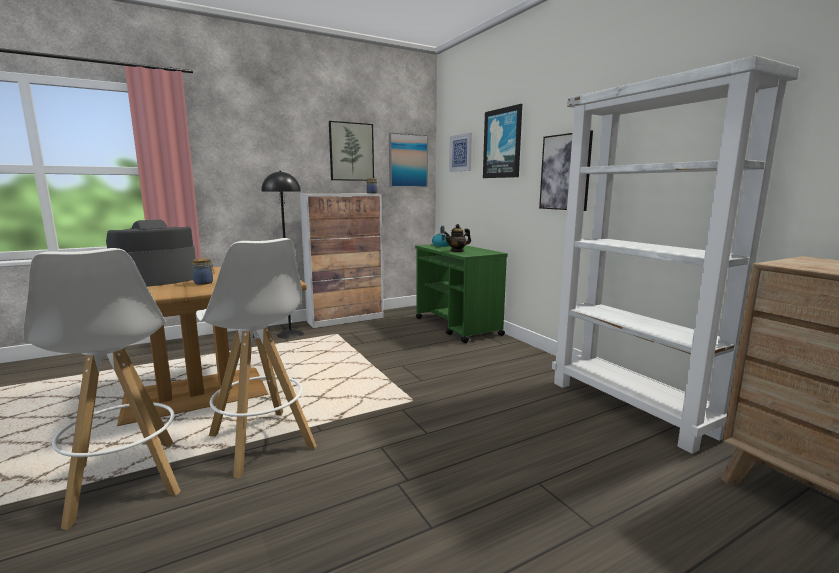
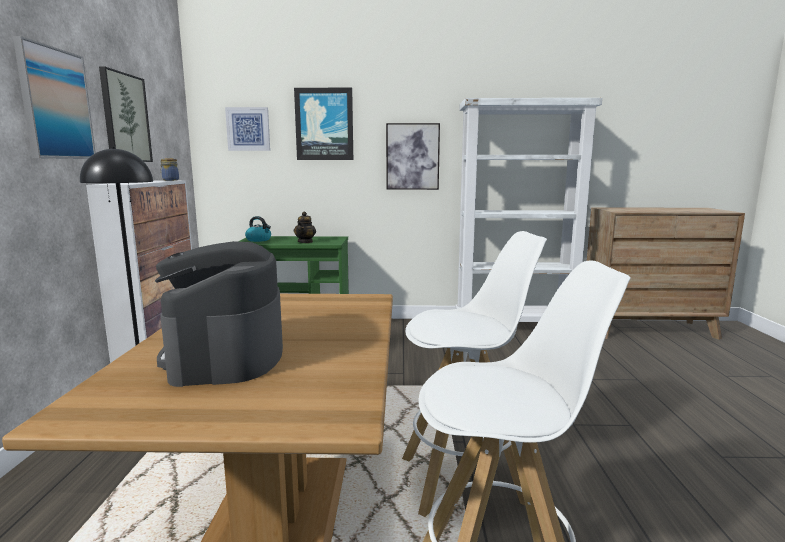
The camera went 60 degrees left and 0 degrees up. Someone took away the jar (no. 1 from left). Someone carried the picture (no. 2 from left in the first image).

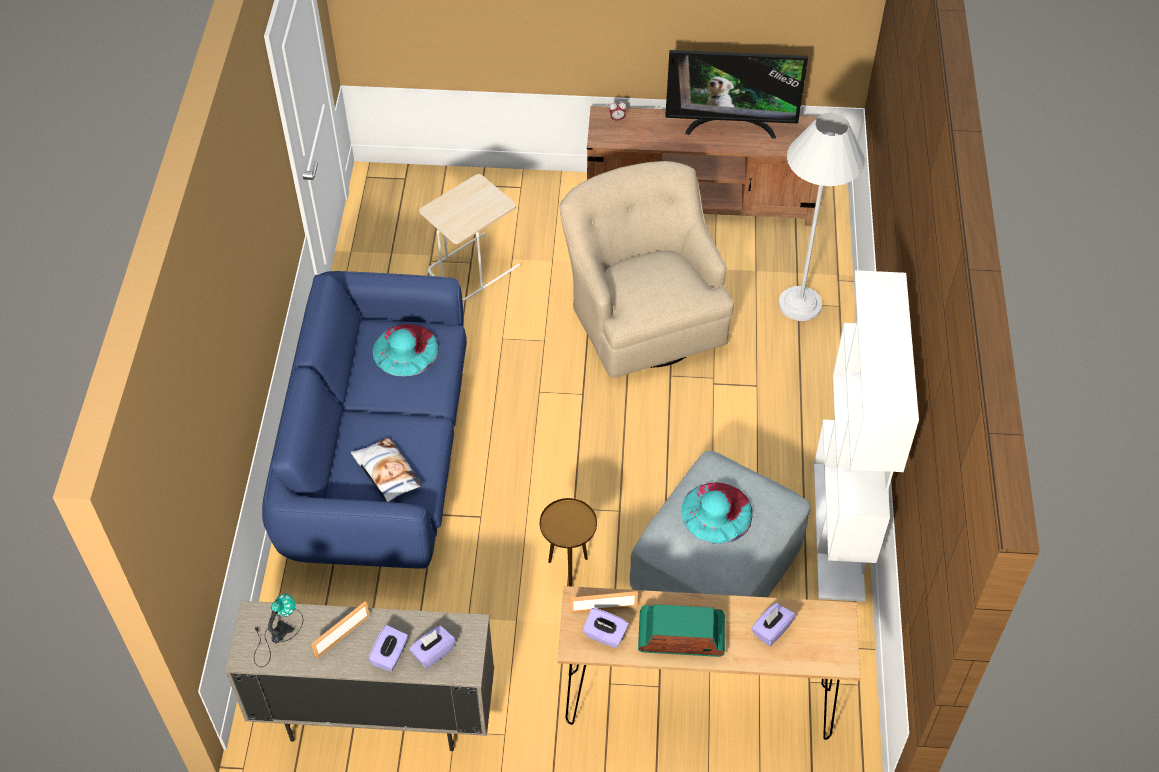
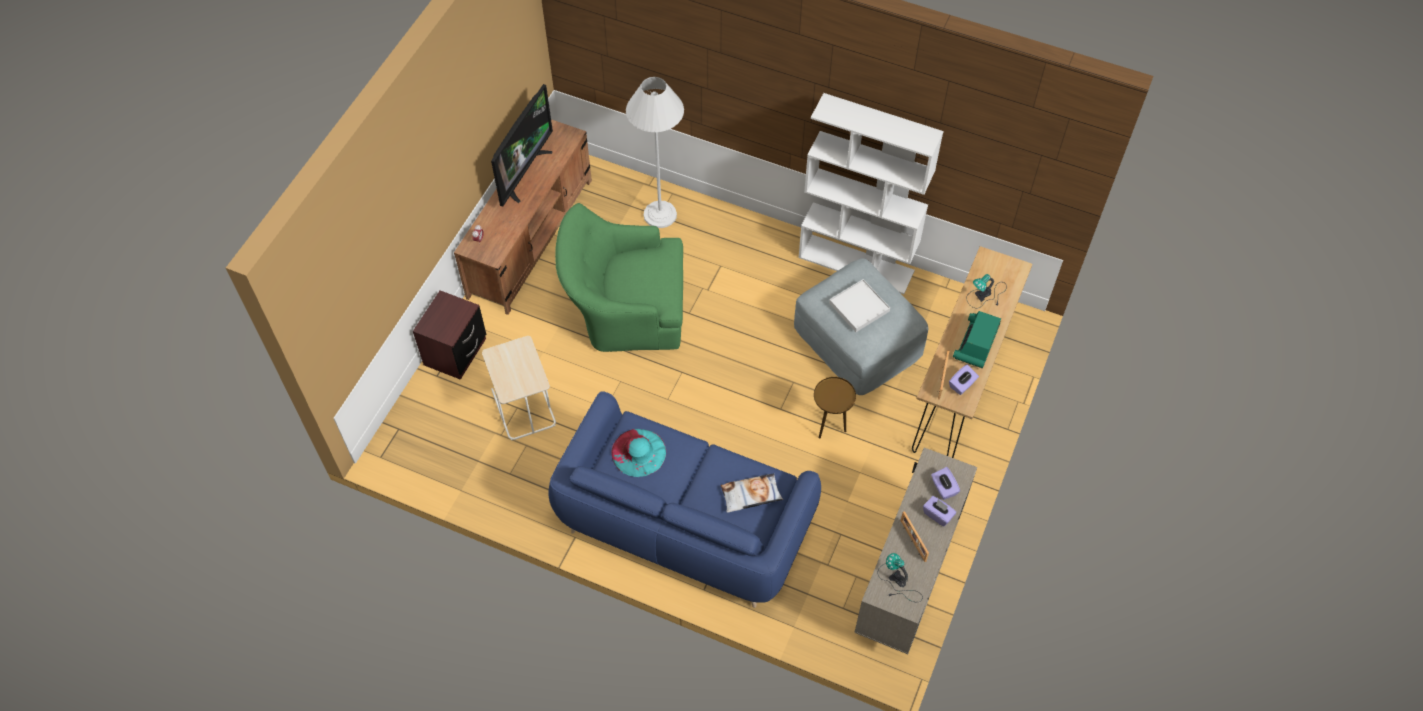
The camera went 70 degrees left and 5 degrees up. Someone repainted the armchair (beige), which became the armchair (green). Someone swapped the hat (turquoise) (no. 2 from left) for the tray (white). Someone swapped the tissue box (purple) (no. 4 from left) for the table lamp (no. 2 from left). Someone put down the nightstand (brown).

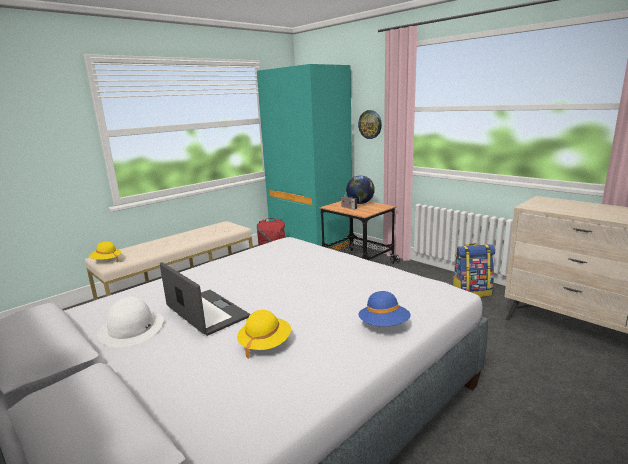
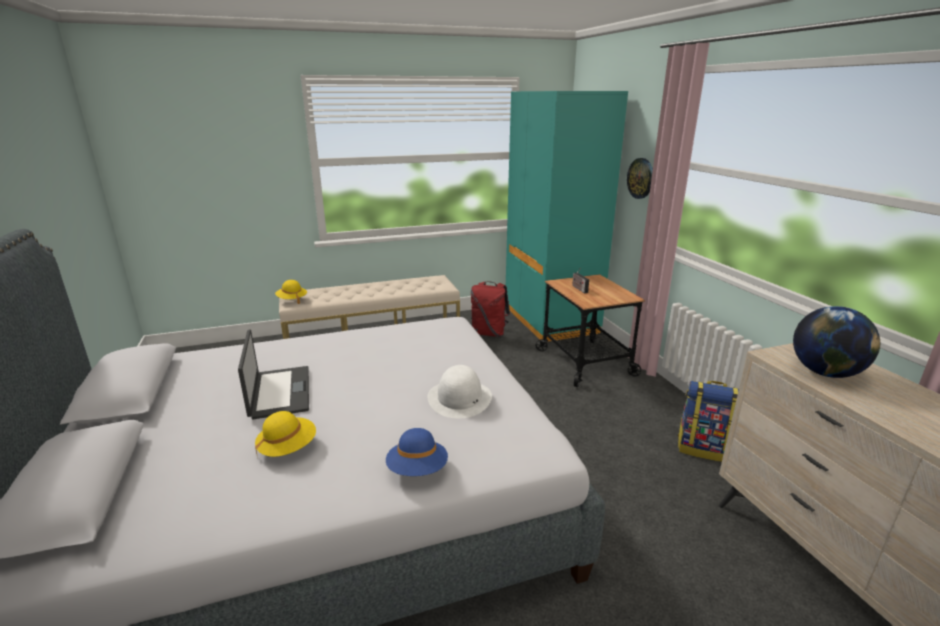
The camera went 25 degrees right and 5 degrees up. Someone carried the hat (white). Someone carried the globe.

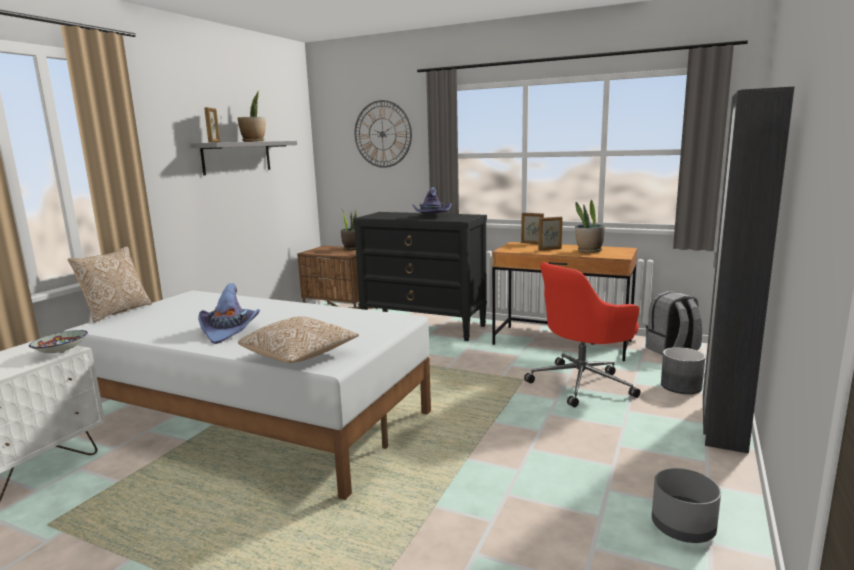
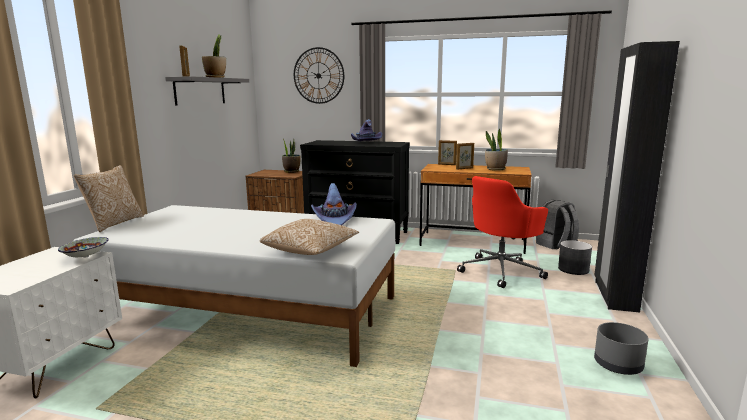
The camera went 10 degrees left and 0 degrees up. Someone carried the hat (purple) (no. 1 from left).

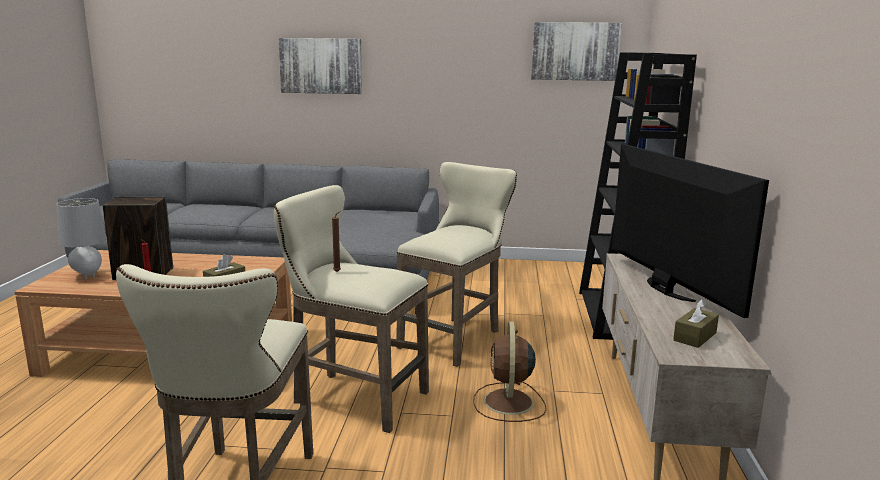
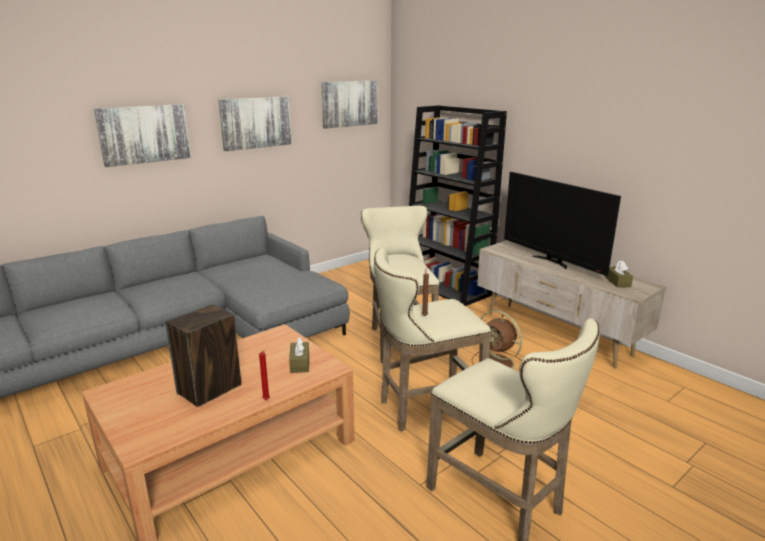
The camera went 45 degrees left and 5 degrees up. Someone took away the table lamp (grey). Someone rotated the television by 150 degrees counterclockwise. Someone put up the picture (no. 2 from left).

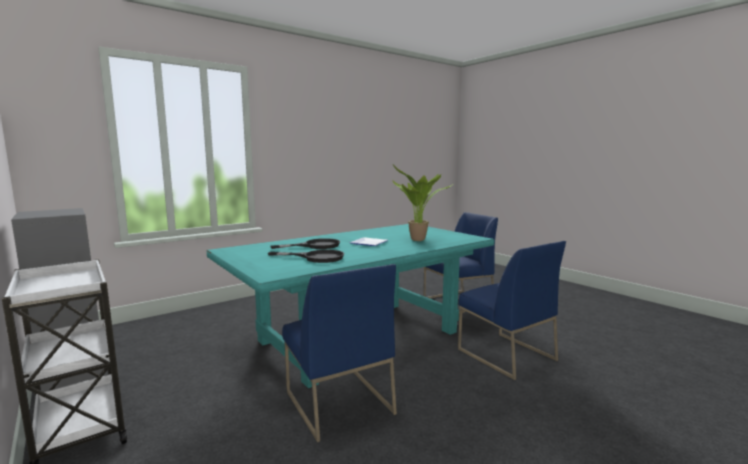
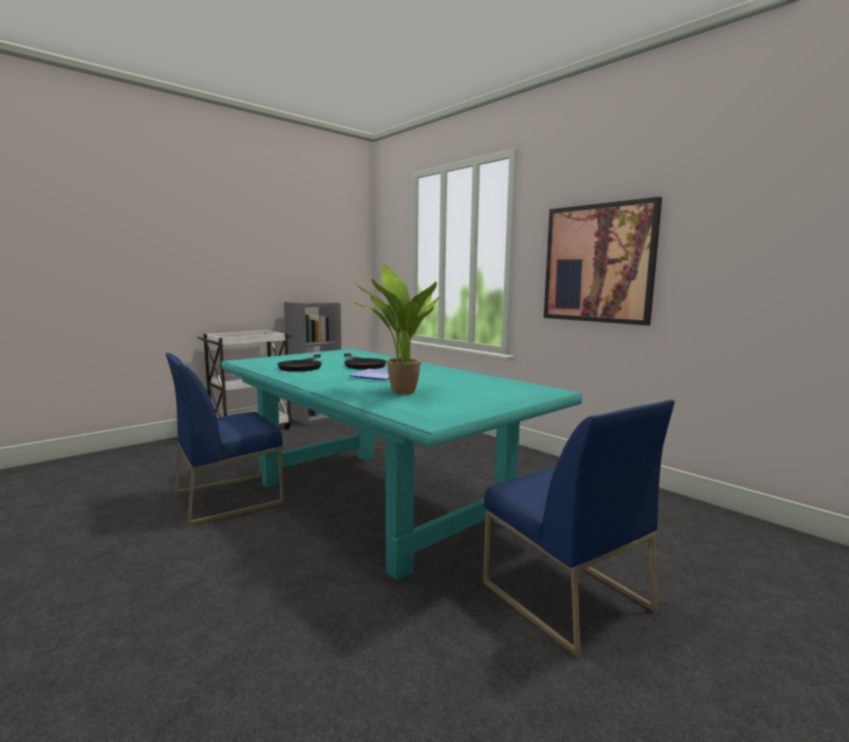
The camera went 85 degrees right and 0 degrees up. Someone took away the chair (blue) (no. 3 from left). Someone put up the picture.

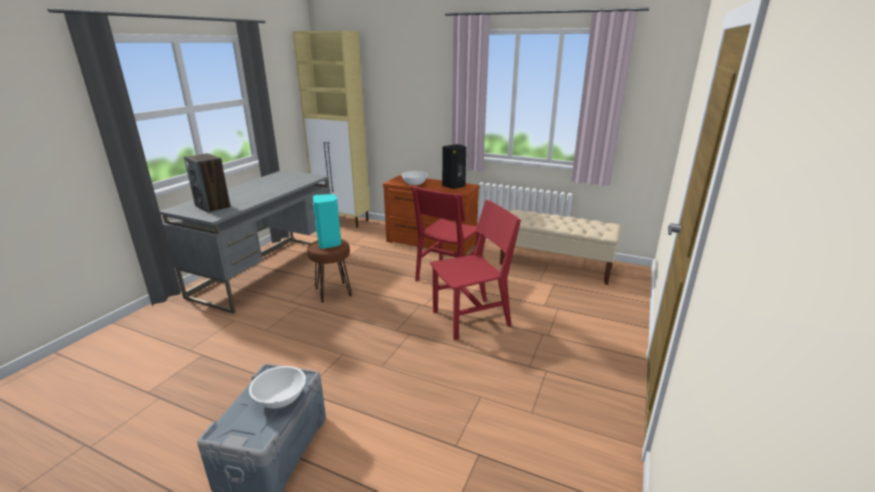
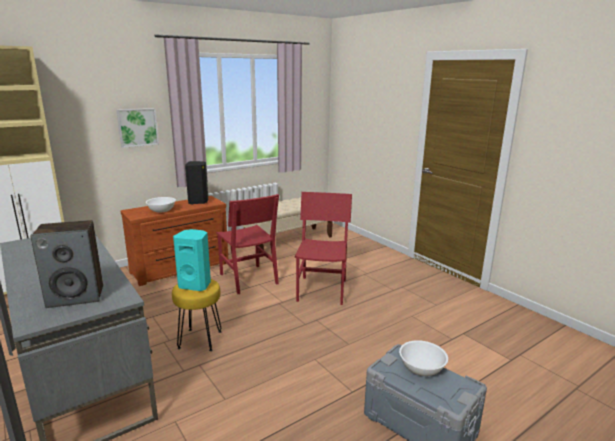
The camera went 60 degrees left and 5 degrees down. Someone repainted the stool (brown), which became the stool (yellow). Someone put up the picture.

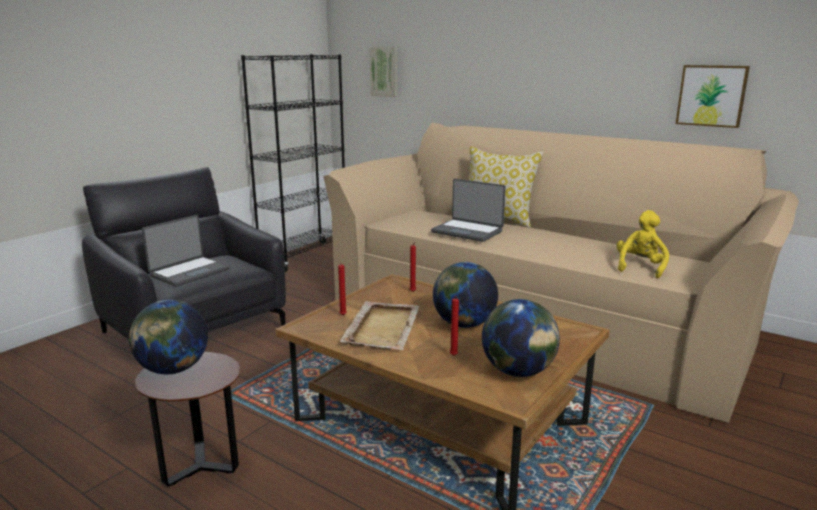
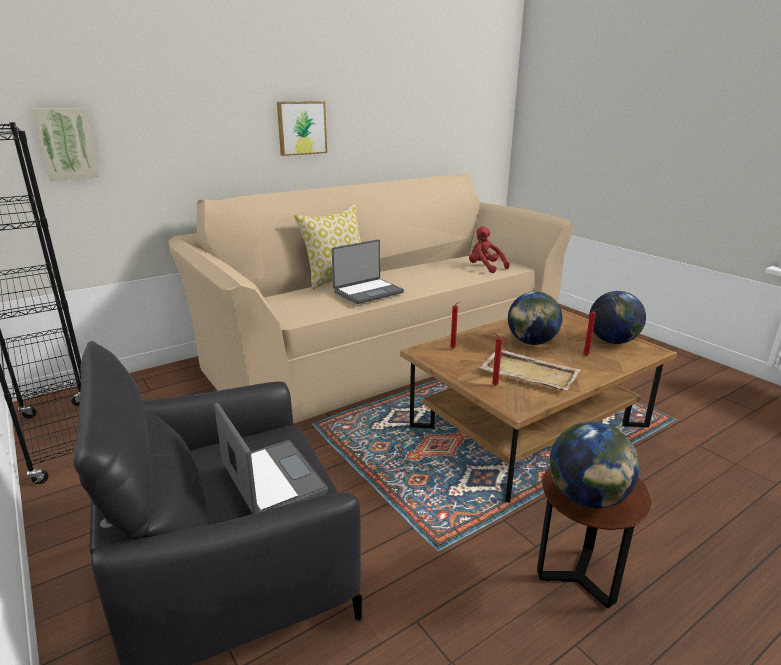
The camera went 70 degrees left and 5 degrees up. Someone repainted the plush toy (yellow), which became the plush toy (red). Someone carried the picture (no. 2 from left).

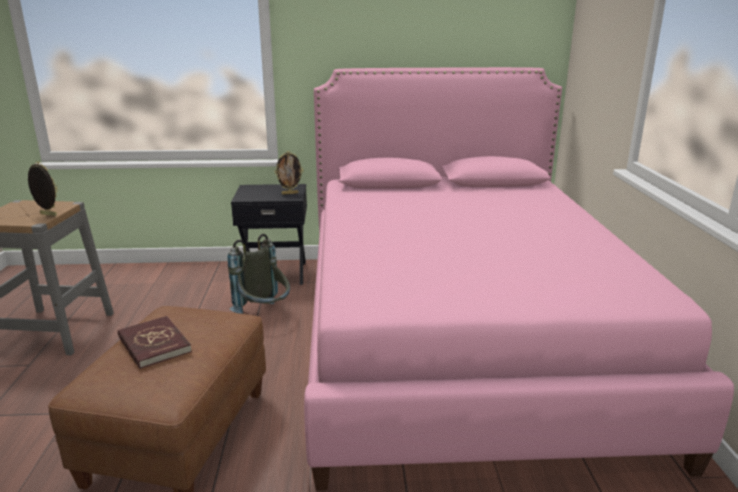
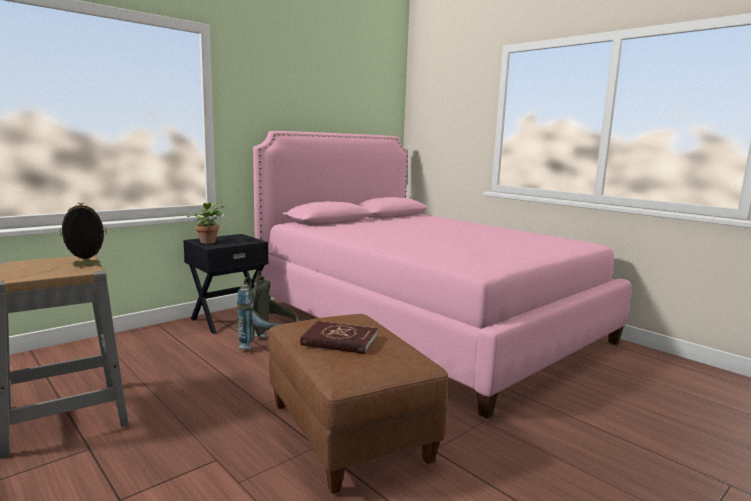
The camera went 40 degrees left and 10 degrees down. Someone took away the picture frame (no. 2 from left). Someone put down the potted plant.

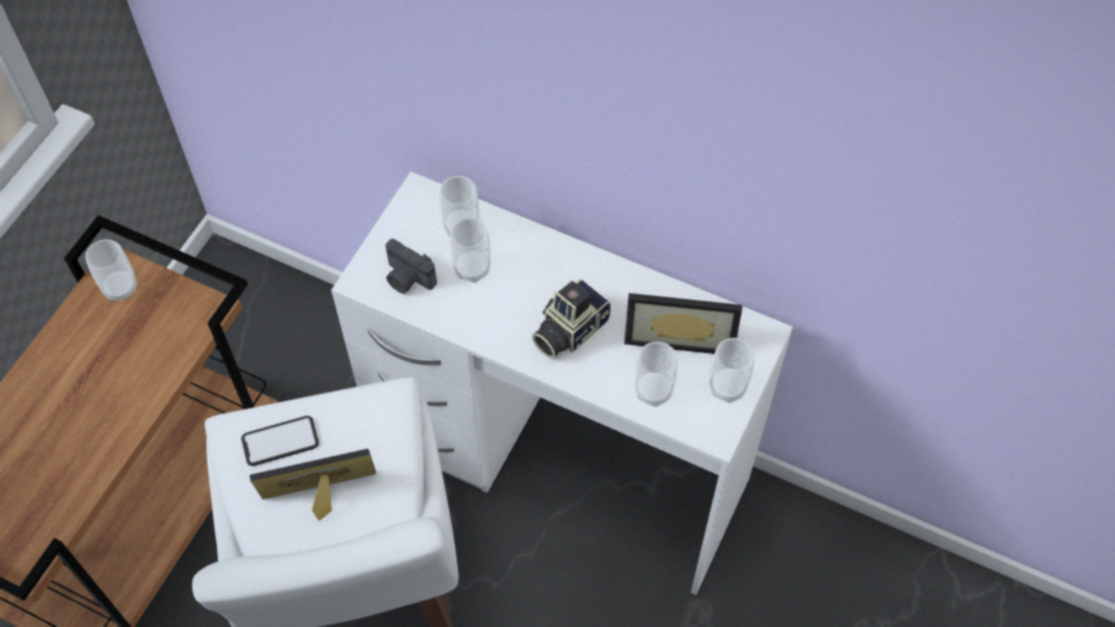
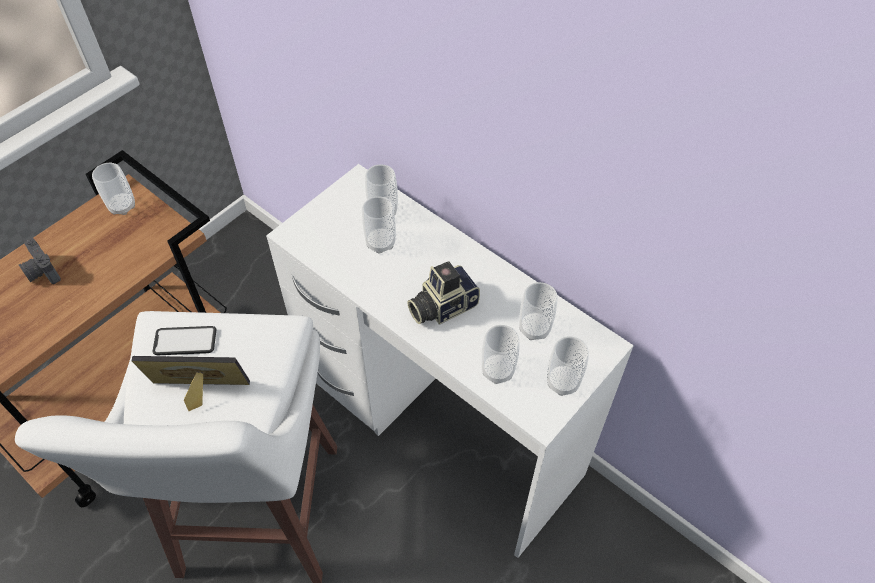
The camera went 15 degrees right and 5 degrees down. Someone carried the photo camera (no. 1 from left). Someone swapped the picture frame (no. 2 from left) for the cup (no. 5 from left).

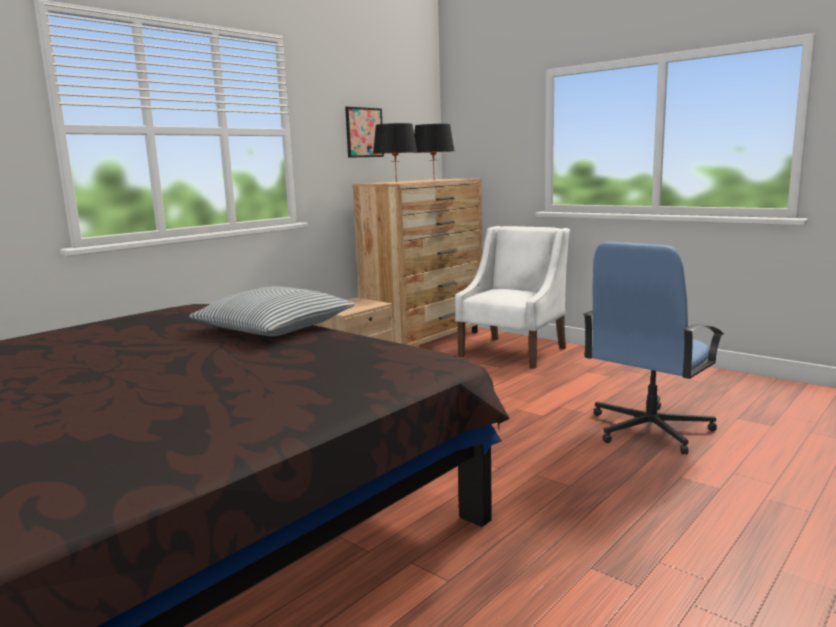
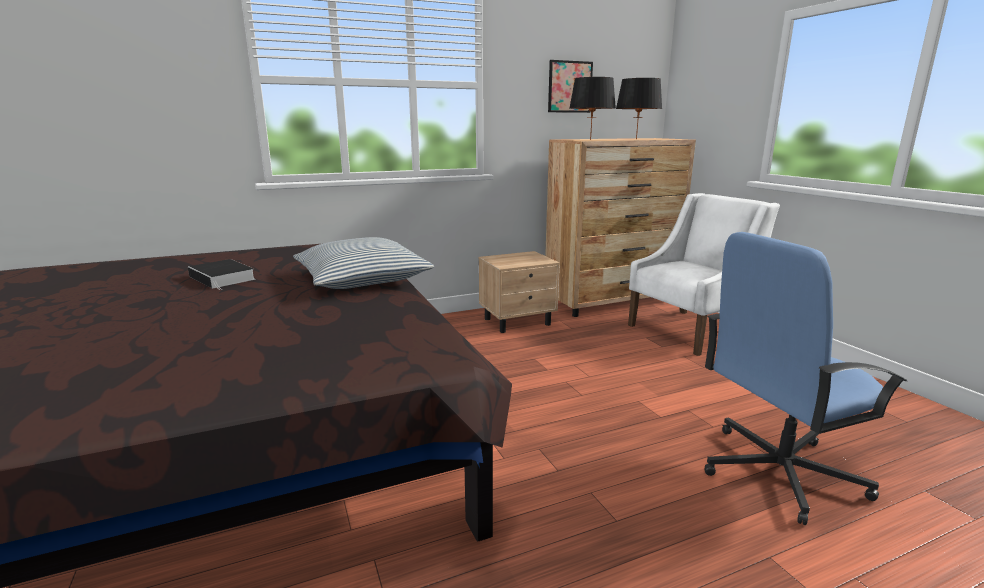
The camera went 25 degrees right and 5 degrees up. Someone put down the book.

